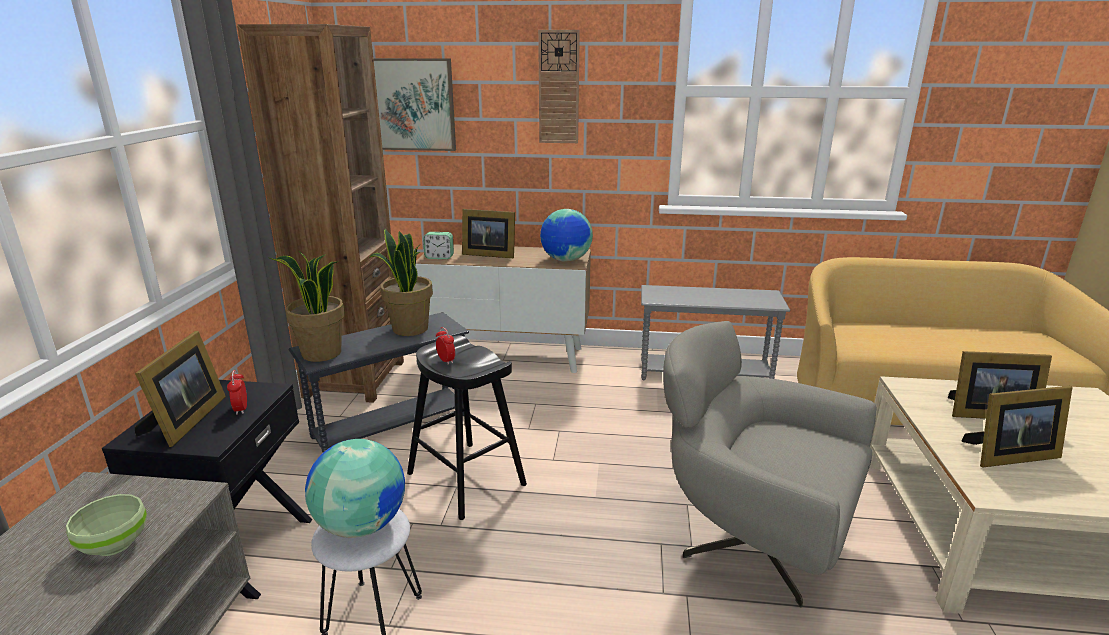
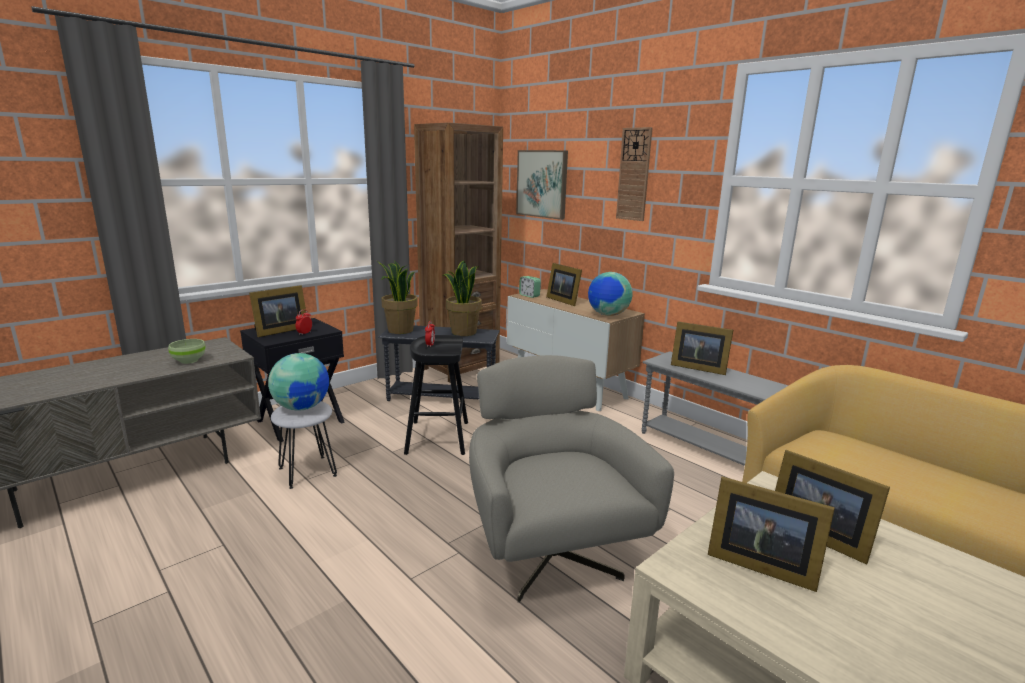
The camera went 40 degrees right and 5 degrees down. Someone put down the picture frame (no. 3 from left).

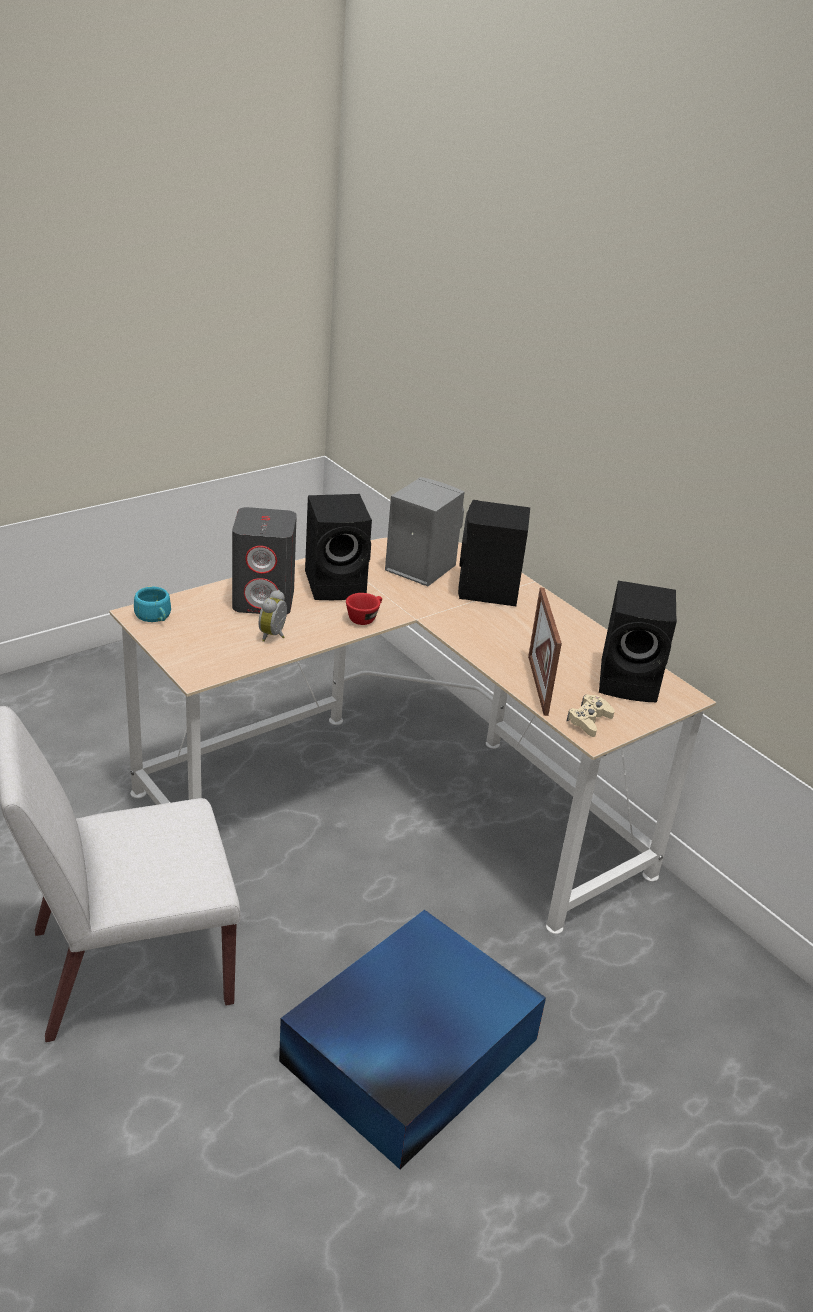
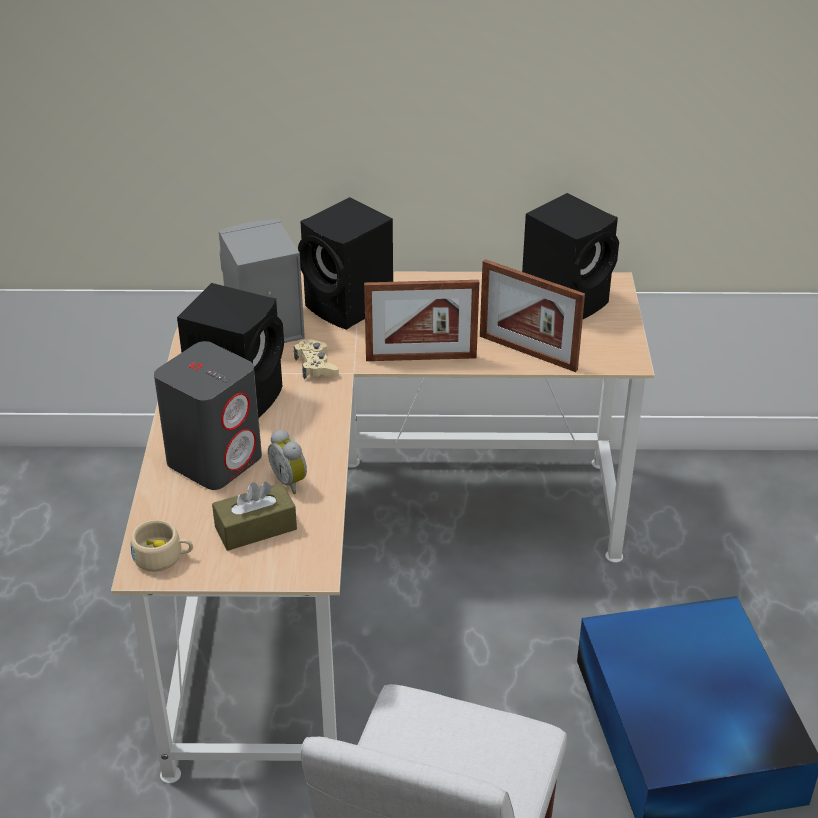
The camera went 50 degrees left and 5 degrees up. Someone repainted the cup (turquoise), which became the cup (beige). Someone took away the cup (red). Someone carried the game controller (beige). Someone put down the tissue box (brown). Someone put down the picture frame (no. 1 from left).

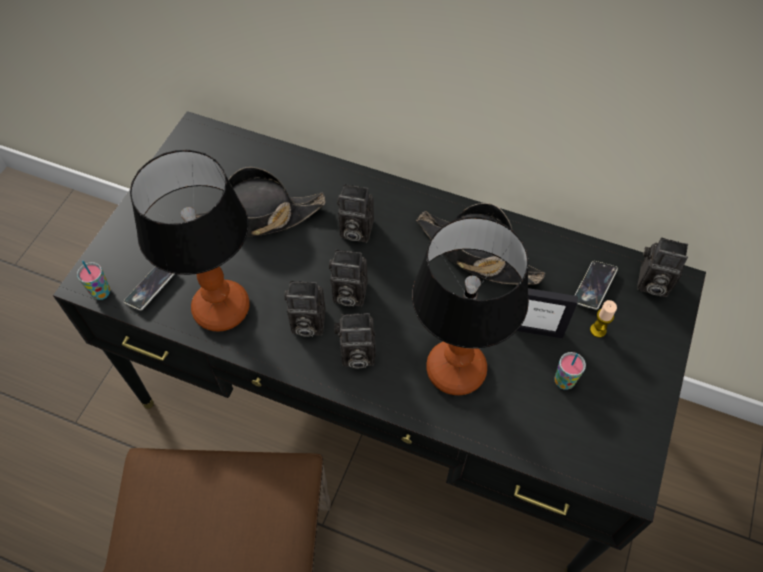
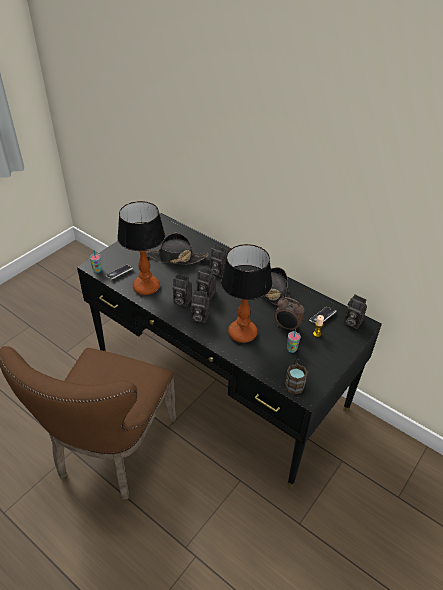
The camera went 15 degrees right and 15 degrees down. Someone swapped the picture frame for the alarm clock. Someone put down the mug (brown).

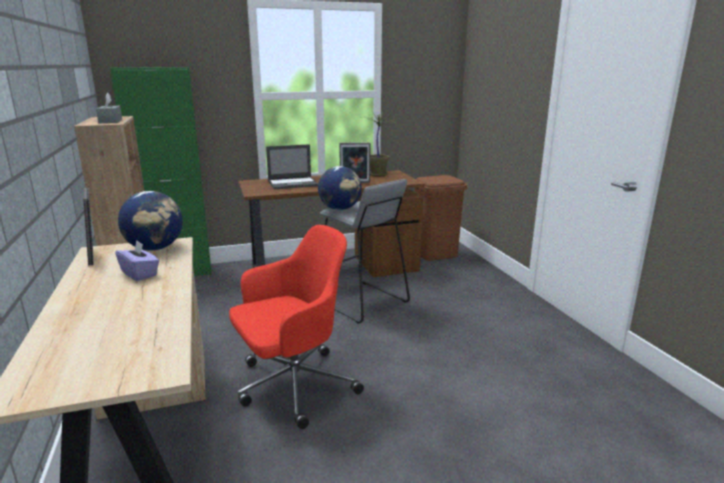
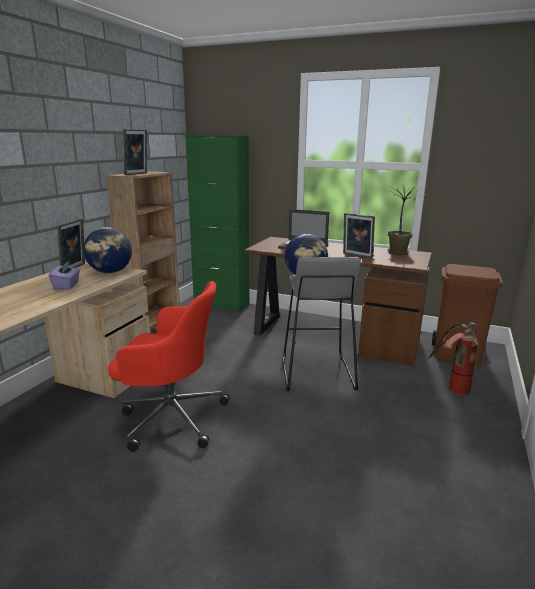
The camera went 40 degrees right and 0 degrees up. Someone swapped the tissue box (grey) for the picture frame (no. 2 from left). Someone put down the fire extinguisher.

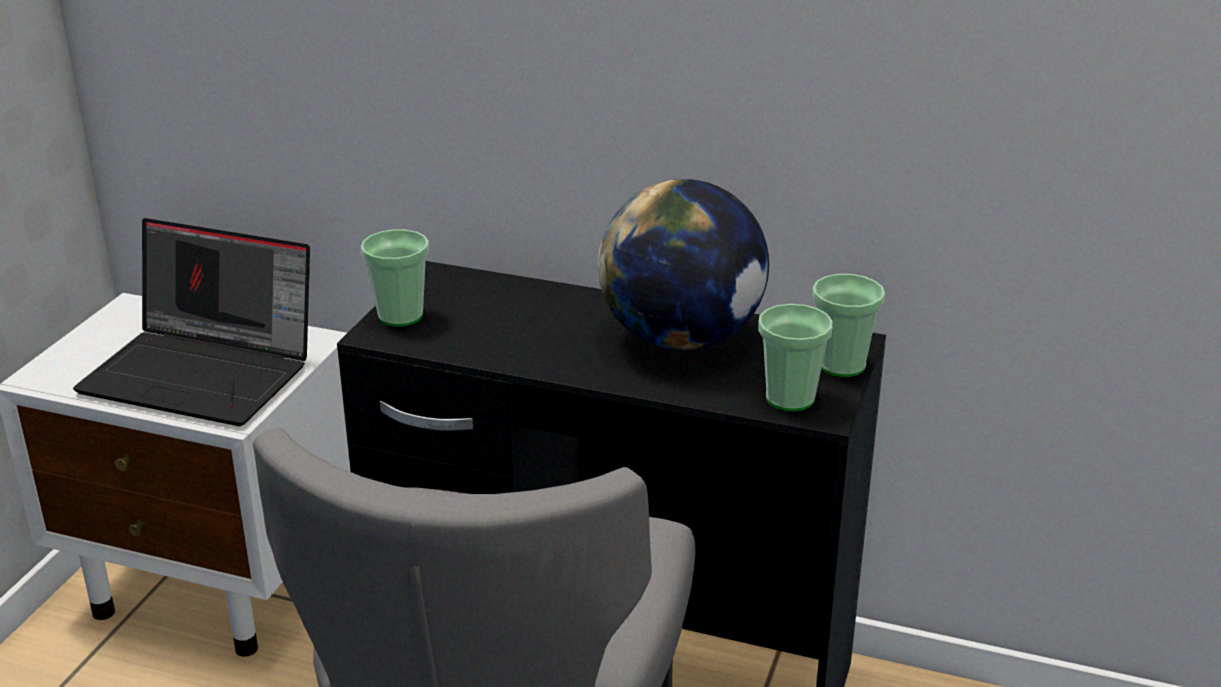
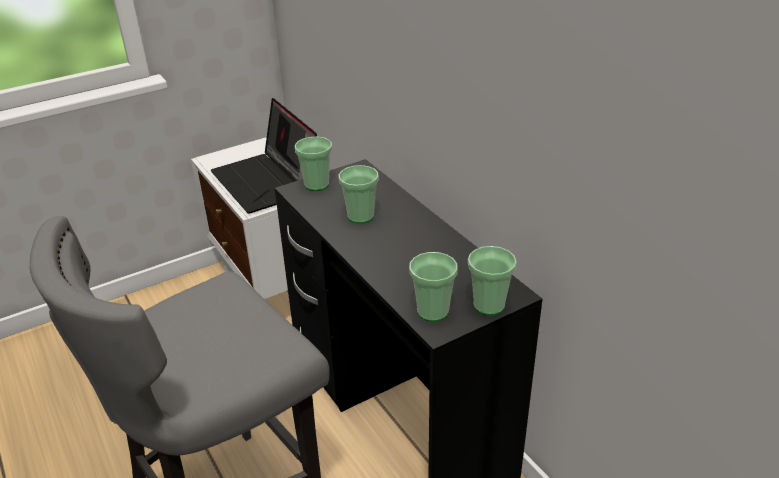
The camera went 40 degrees right and 5 degrees up. Someone took away the globe. Someone put down the cup (no. 2 from left).

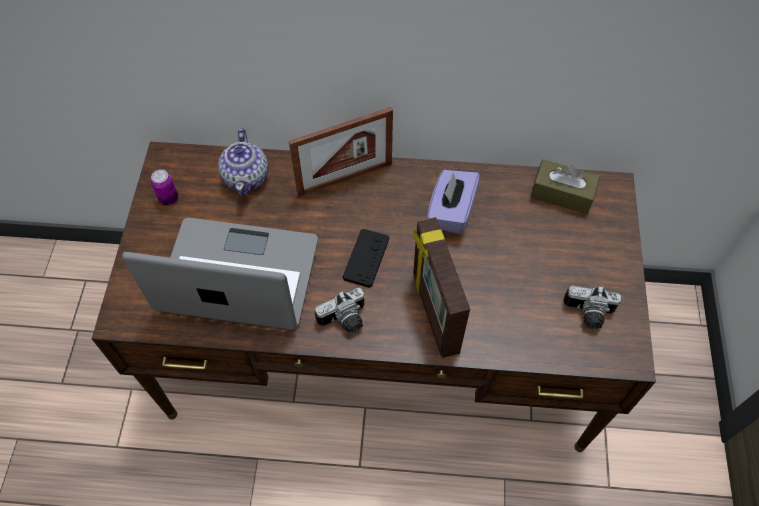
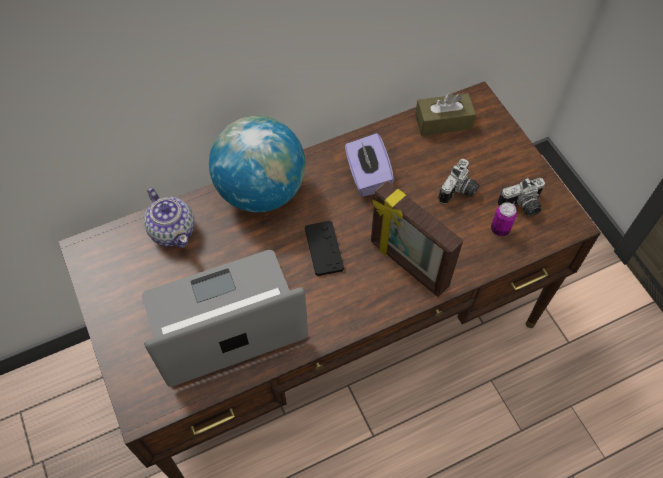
The camera went 30 degrees left and 0 degrees up. Someone carried the can. Someone swapped the picture frame (no. 1 from left) for the globe. Someone carried the photo camera (no. 1 from left).

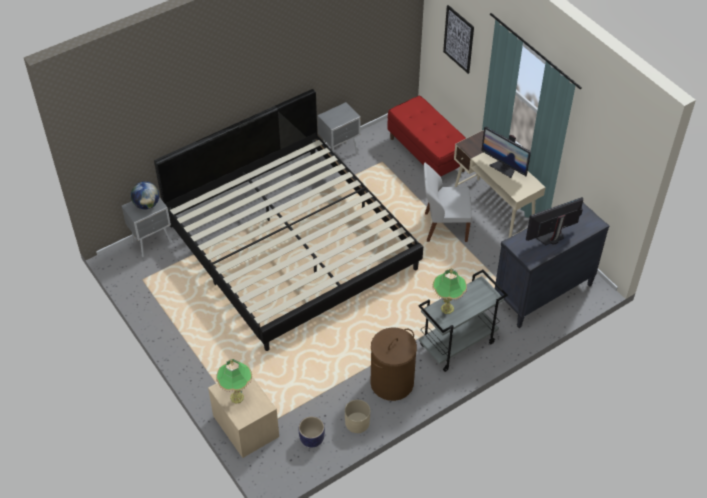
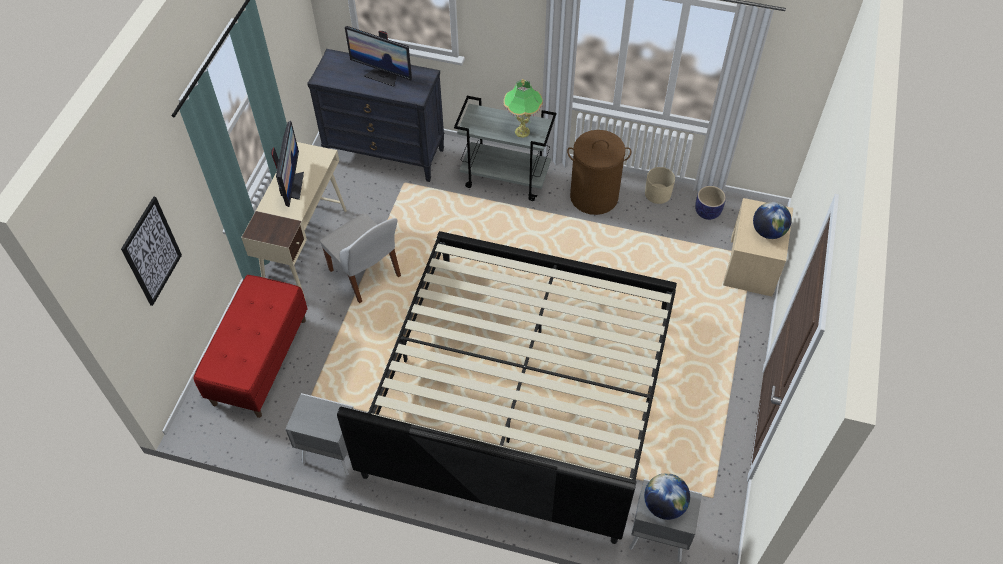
The camera went 130 degrees left and 5 degrees up. Someone swapped the table lamp (no. 1 from left) for the globe (no. 2 from left).

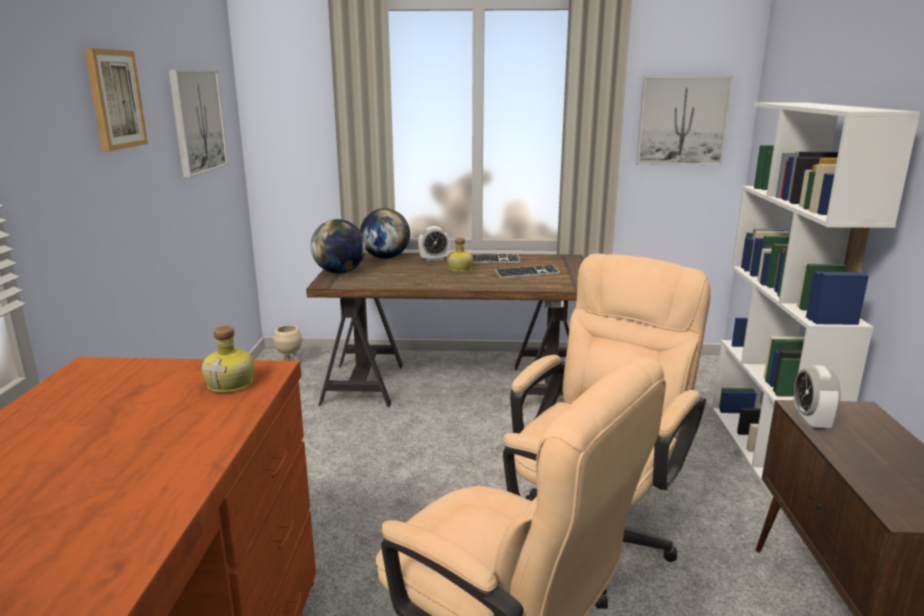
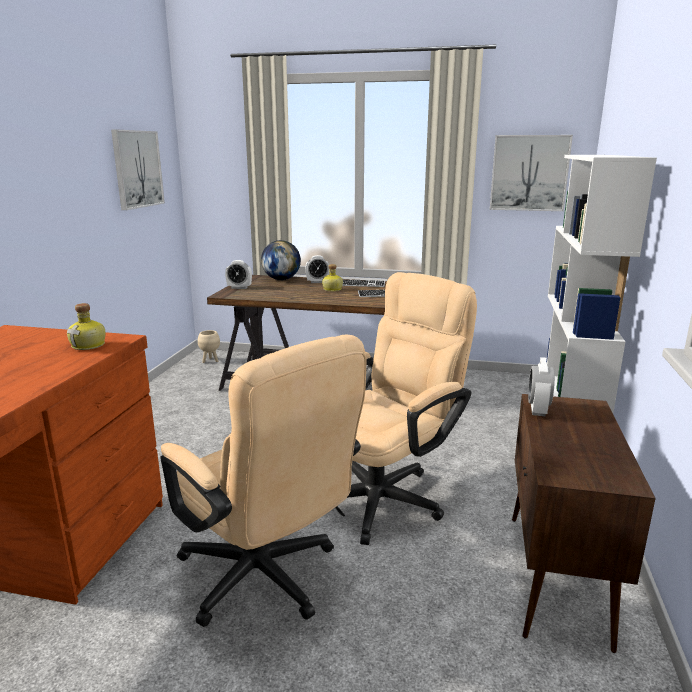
The camera went 10 degrees right and 0 degrees up. Someone took away the picture (no. 1 from left). Someone swapped the globe (no. 1 from left) for the alarm clock (no. 1 from left).

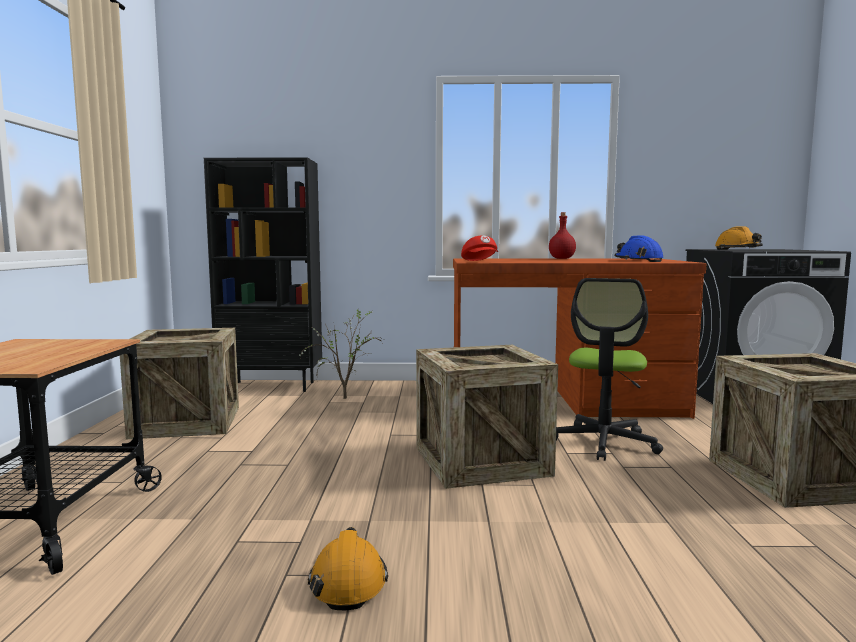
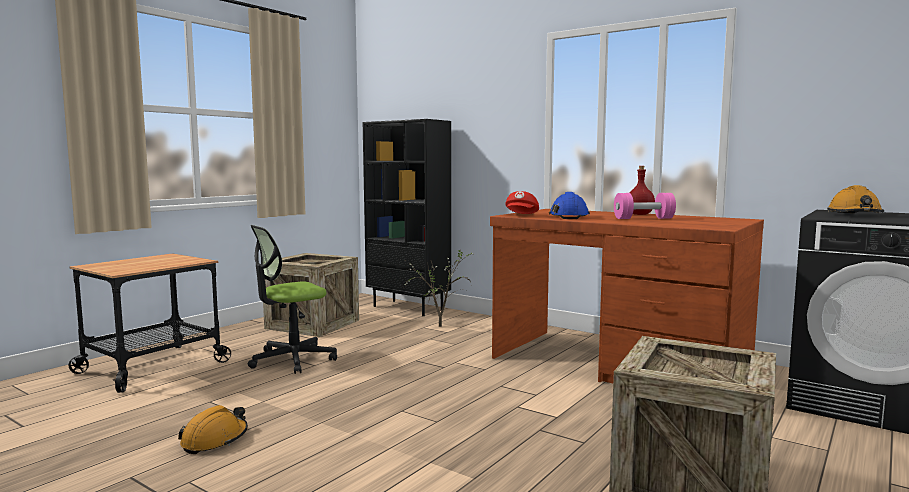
The camera went 35 degrees right and 0 degrees up. Someone took away the crate (no. 2 from left). Someone carried the office chair. Someone carried the hard hat (blue). Someone put down the dumbbell (pink).

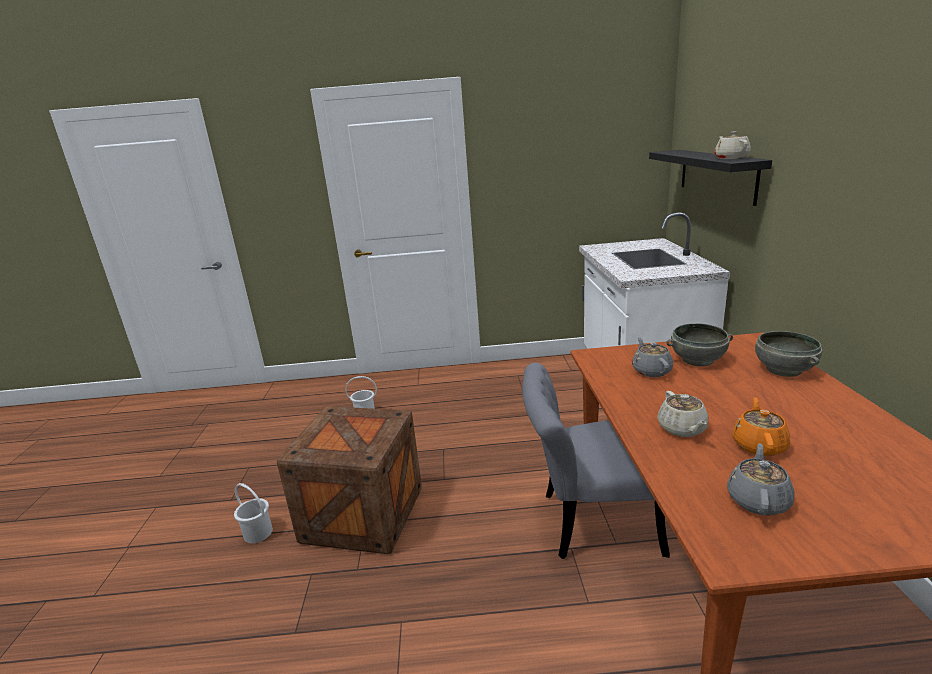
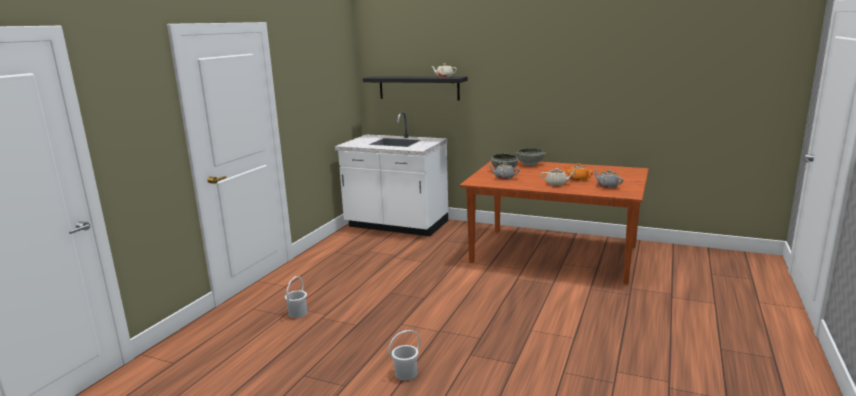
The camera went 65 degrees left and 5 degrees down. Someone took away the crate. Someone took away the chair (grey).

